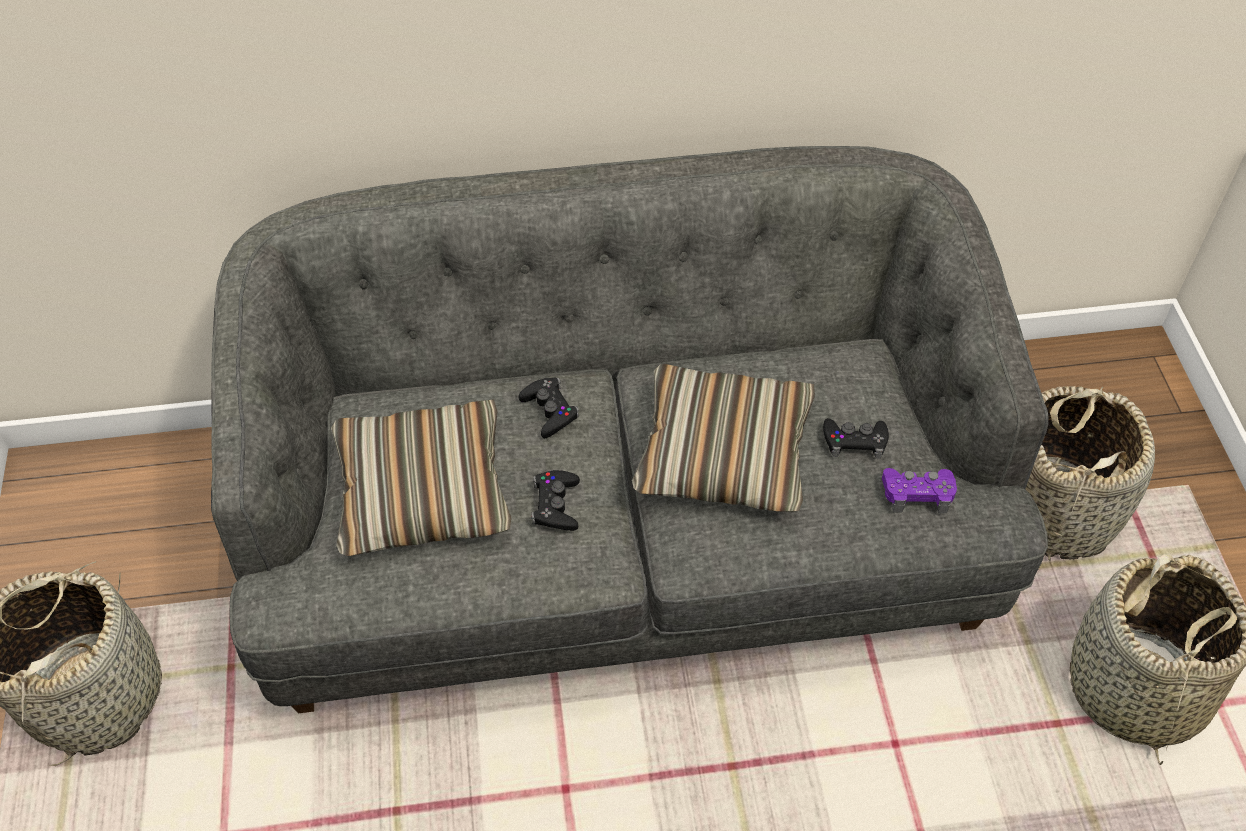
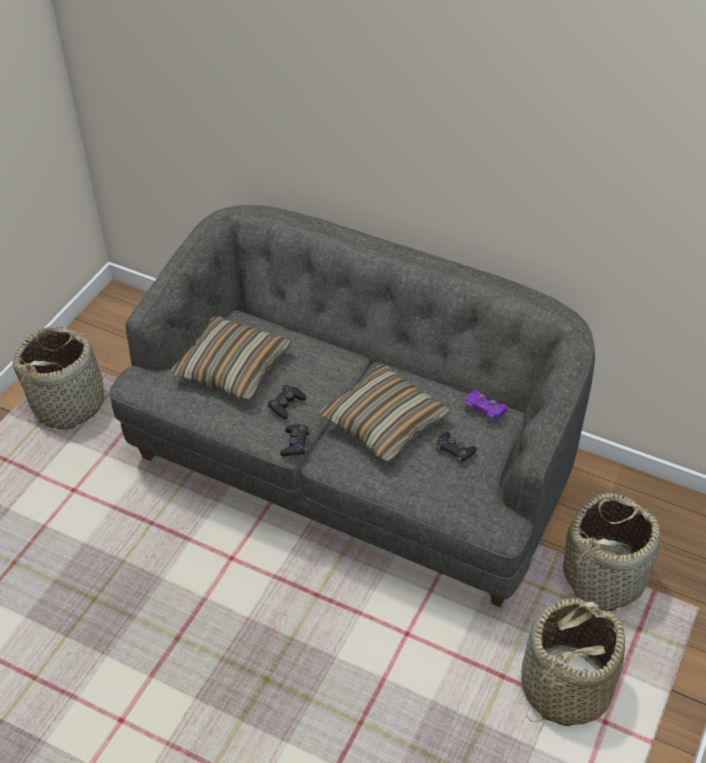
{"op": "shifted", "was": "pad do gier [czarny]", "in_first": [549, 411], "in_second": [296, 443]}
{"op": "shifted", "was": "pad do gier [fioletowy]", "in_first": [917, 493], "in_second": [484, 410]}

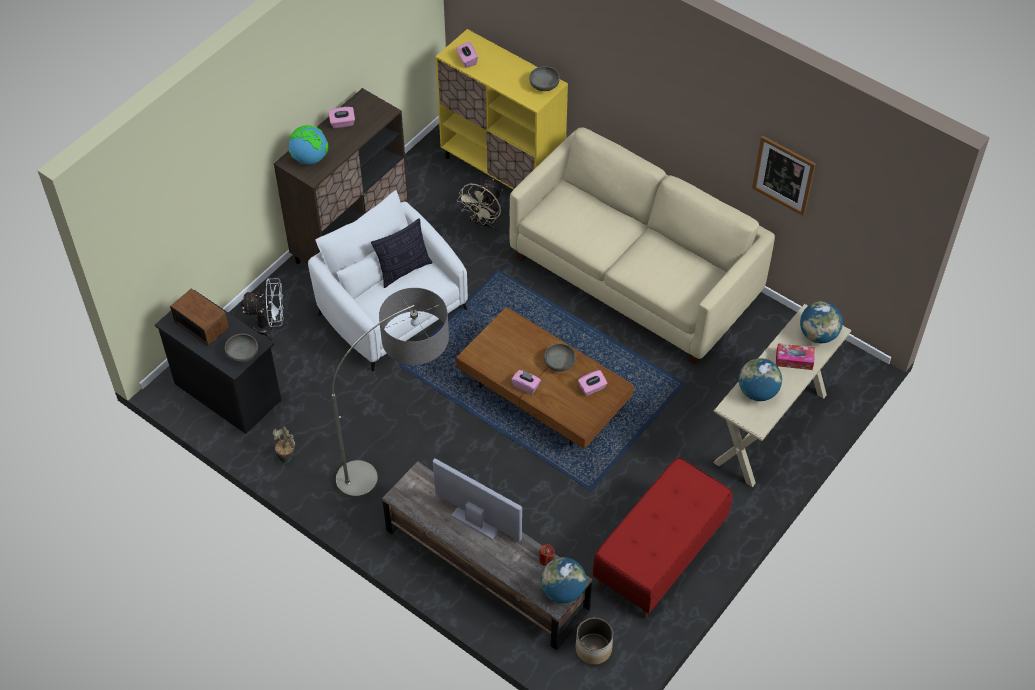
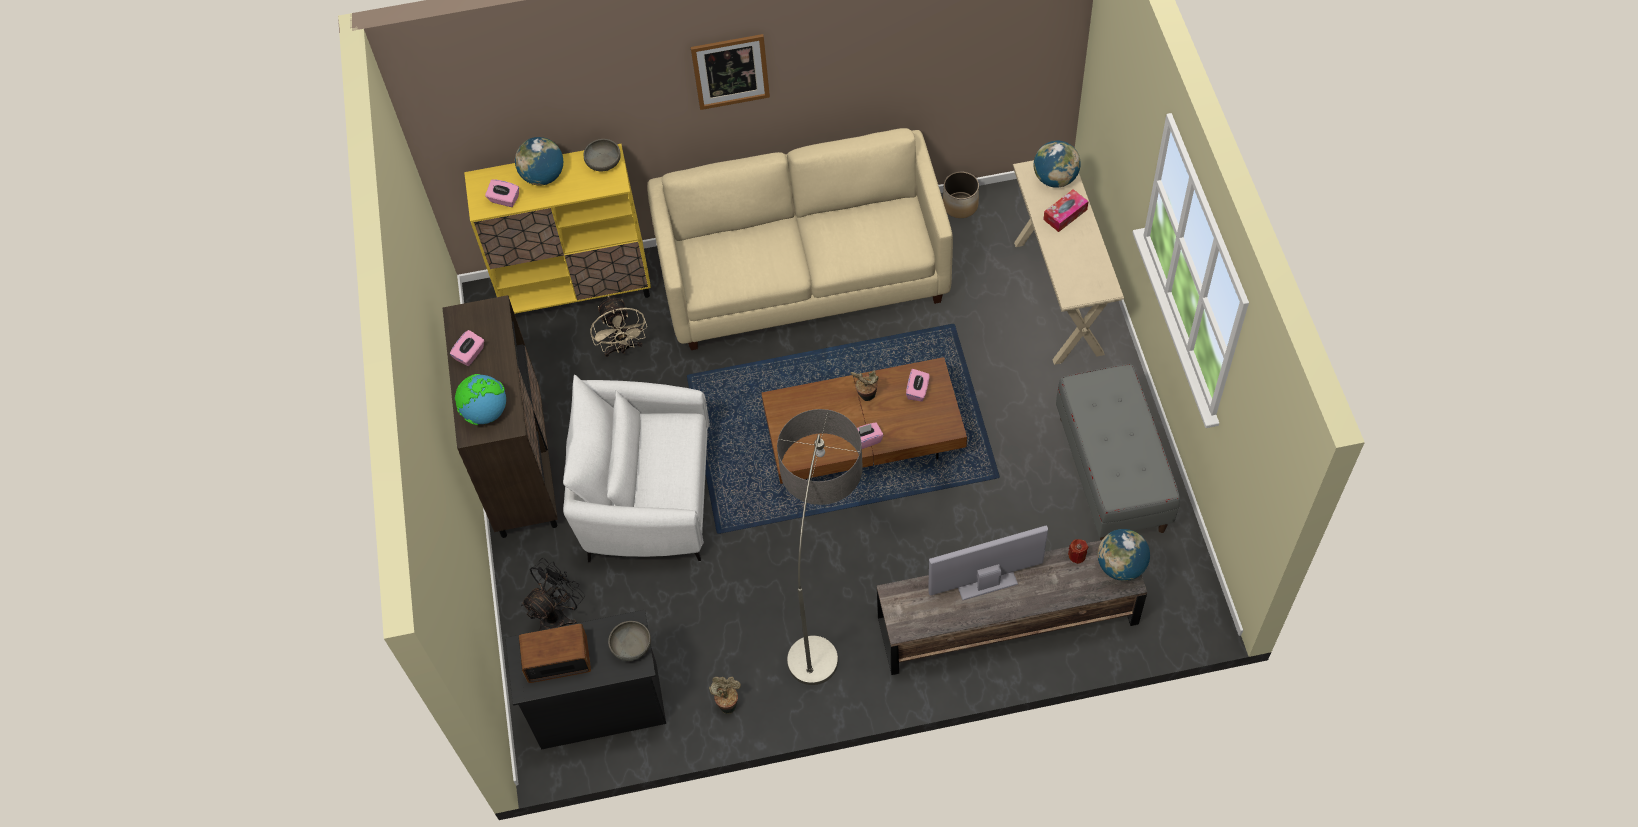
{"op": "gone", "was": "poduszka", "in_first": [404, 270]}
{"op": "shifted", "was": "donica", "in_first": [594, 648], "in_second": [960, 205]}
{"op": "shifted", "was": "globus", "in_first": [757, 392], "in_second": [543, 176]}
{"op": "shifted", "was": "obraz", "in_first": [783, 175], "in_second": [730, 71]}
{"op": "swapped", "was": "miska [szary]", "now": "roślina doniczkowa", "in_first": [559, 363], "in_second": [866, 396]}
{"op": "repainted", "was": "wentylator [biały]", "now": "wentylator [czarny]", "in_first": [269, 327], "in_second": [558, 615]}
{"op": "repainted", "was": "ławka [czerwony]", "now": "ławka [szary]", "in_first": [660, 555], "in_second": [1112, 473]}

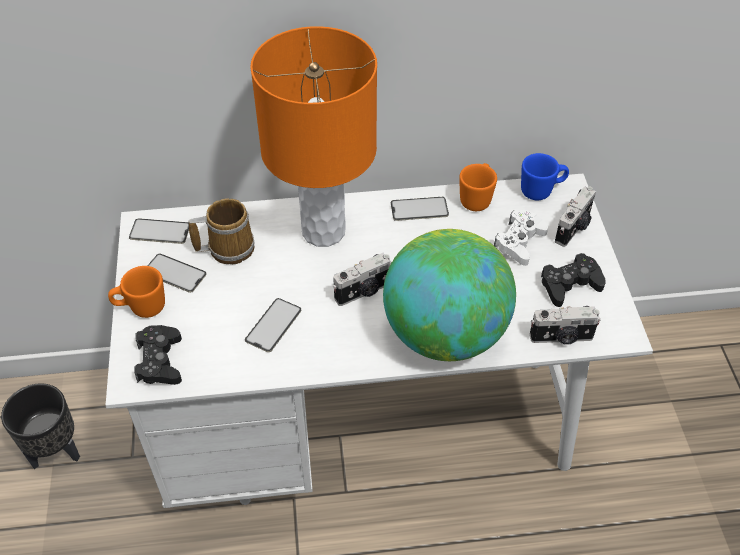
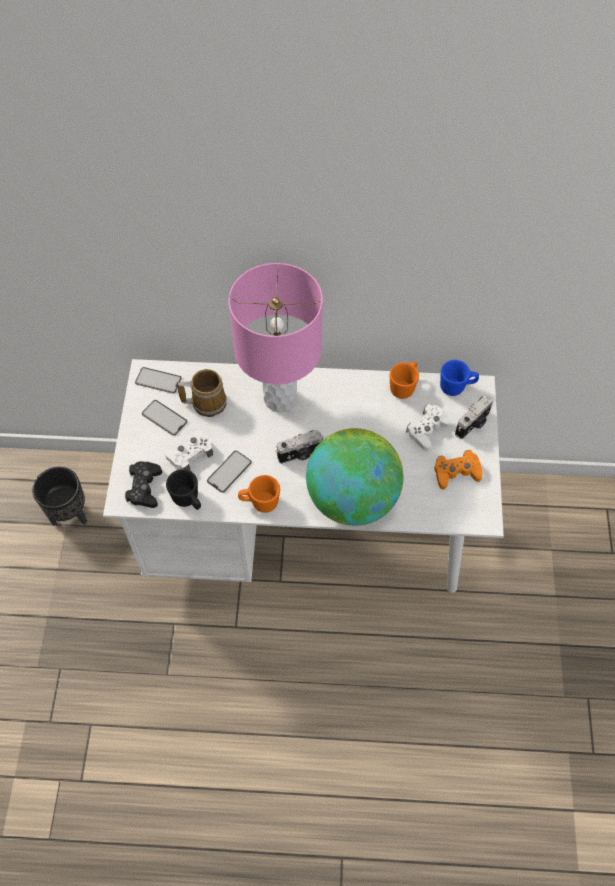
{"op": "gone", "was": "telefon", "in_first": [419, 209]}
{"op": "gone", "was": "aparat fotograficzny", "in_first": [561, 338]}
{"op": "new", "now": "pad do gier [biały]", "in_second": [190, 454]}
{"op": "new", "now": "kubek [czarny]", "in_second": [188, 500]}
{"op": "shifted", "was": "kubek [pomarańczowy]", "in_first": [141, 308], "in_second": [260, 502]}
{"op": "repainted", "was": "lampa stołowa [pomarańczowy]", "now": "lampa stołowa [różowy]", "in_first": [324, 231], "in_second": [281, 398]}
{"op": "repainted", "was": "pad do gier [czarny]", "now": "pad do gier [pomarańczowy]", "in_first": [570, 285], "in_second": [456, 472]}

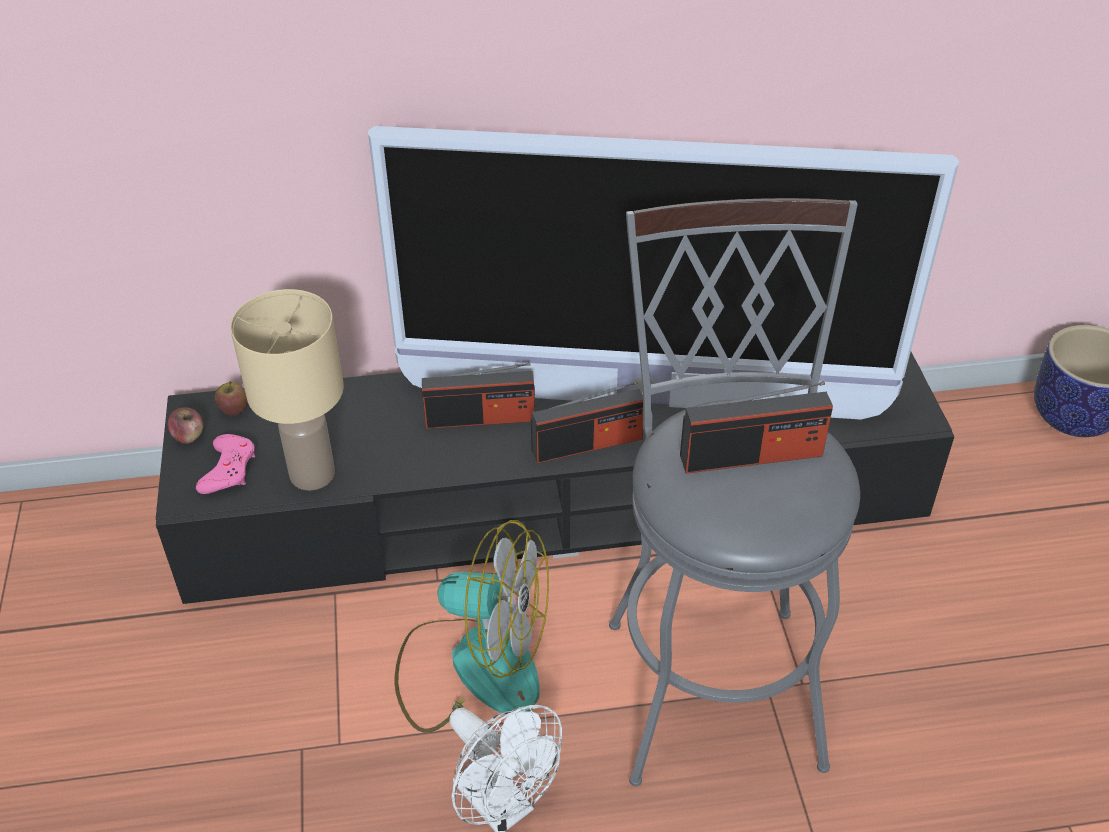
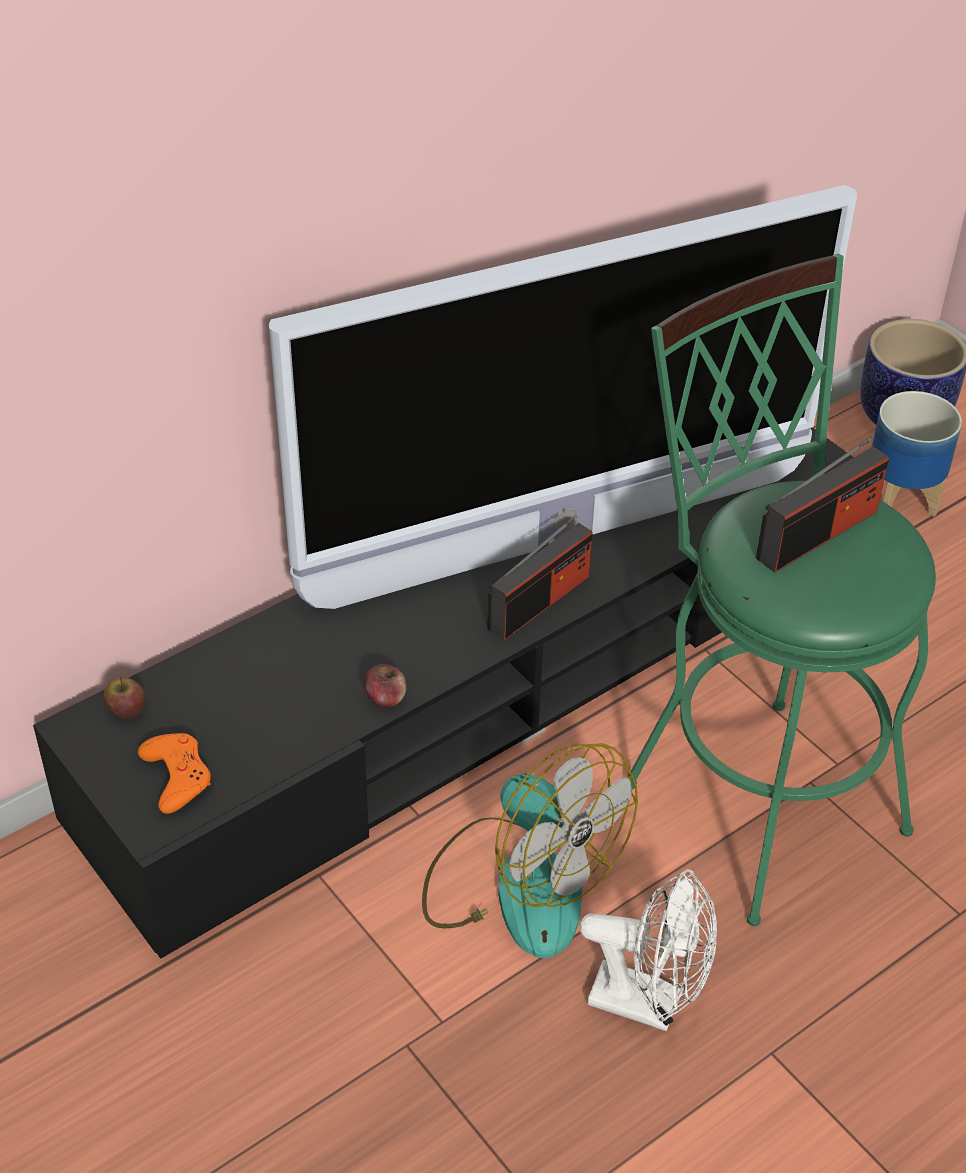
{"op": "gone", "was": "lampa stołowa [beżowy]", "in_first": [313, 473]}
{"op": "gone", "was": "radio", "in_first": [480, 418]}
{"op": "new", "now": "donica", "in_second": [901, 499]}
{"op": "shifted", "was": "jabłko", "in_first": [189, 436], "in_second": [386, 697]}
{"op": "repainted", "was": "pad do gier [różowy]", "now": "pad do gier [pomarańczowy]", "in_first": [228, 469], "in_second": [177, 776]}
{"op": "repainted", "was": "stołek [szary]", "now": "stołek [zielony]", "in_first": [711, 674], "in_second": [751, 791]}
{"op": "rotated", "was": "wentylator", "in_first": [473, 665], "in_second": [520, 883], "clockwise": 60}

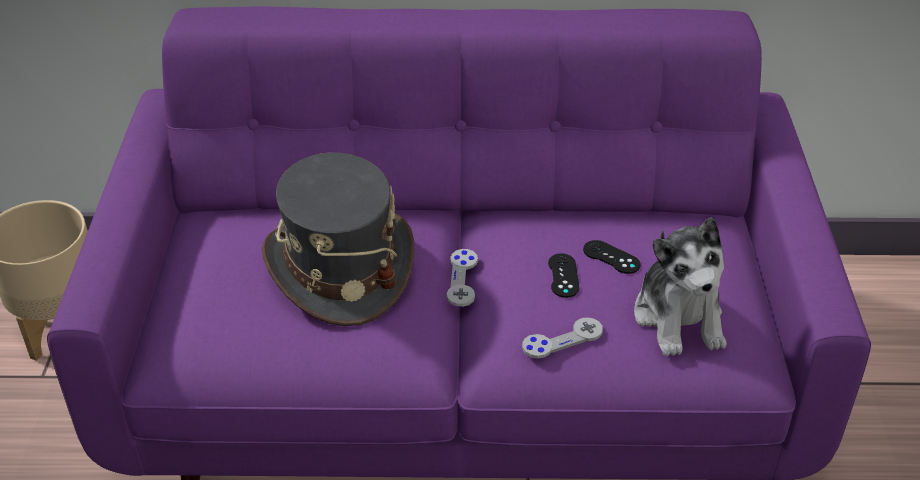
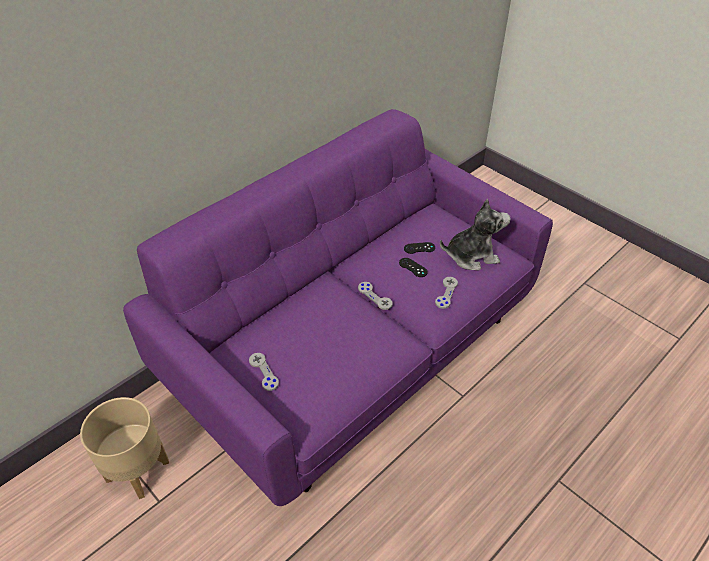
{"op": "gone", "was": "kapelusz [szary]", "in_first": [339, 268]}
{"op": "new", "now": "pad do gier [szary]", "in_second": [263, 372]}
{"op": "rotated", "was": "pluszak", "in_first": [679, 318], "in_second": [471, 256], "clockwise": -45}

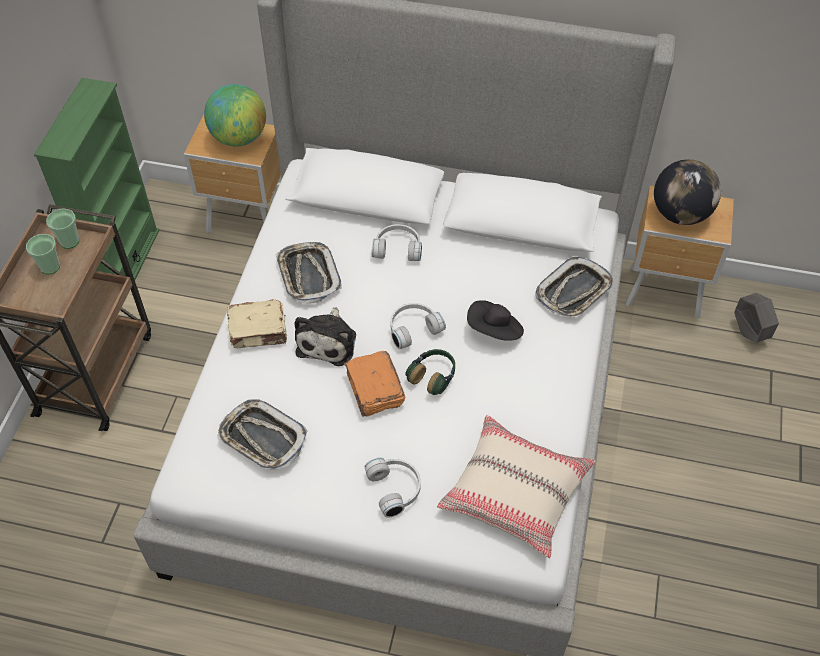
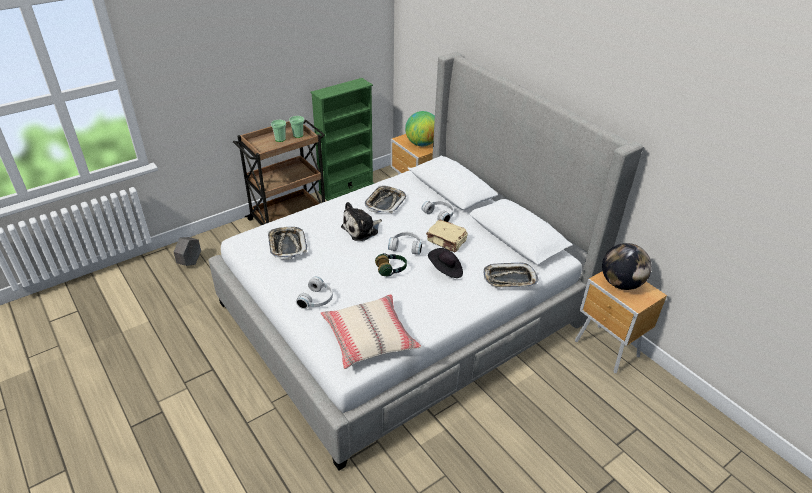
{"op": "gone", "was": "książka [pomarańczowy]", "in_first": [374, 390]}
{"op": "shifted", "was": "książka [beżowy]", "in_first": [259, 331], "in_second": [447, 241]}
{"op": "shifted", "was": "donica [szary]", "in_first": [749, 332], "in_second": [190, 263]}

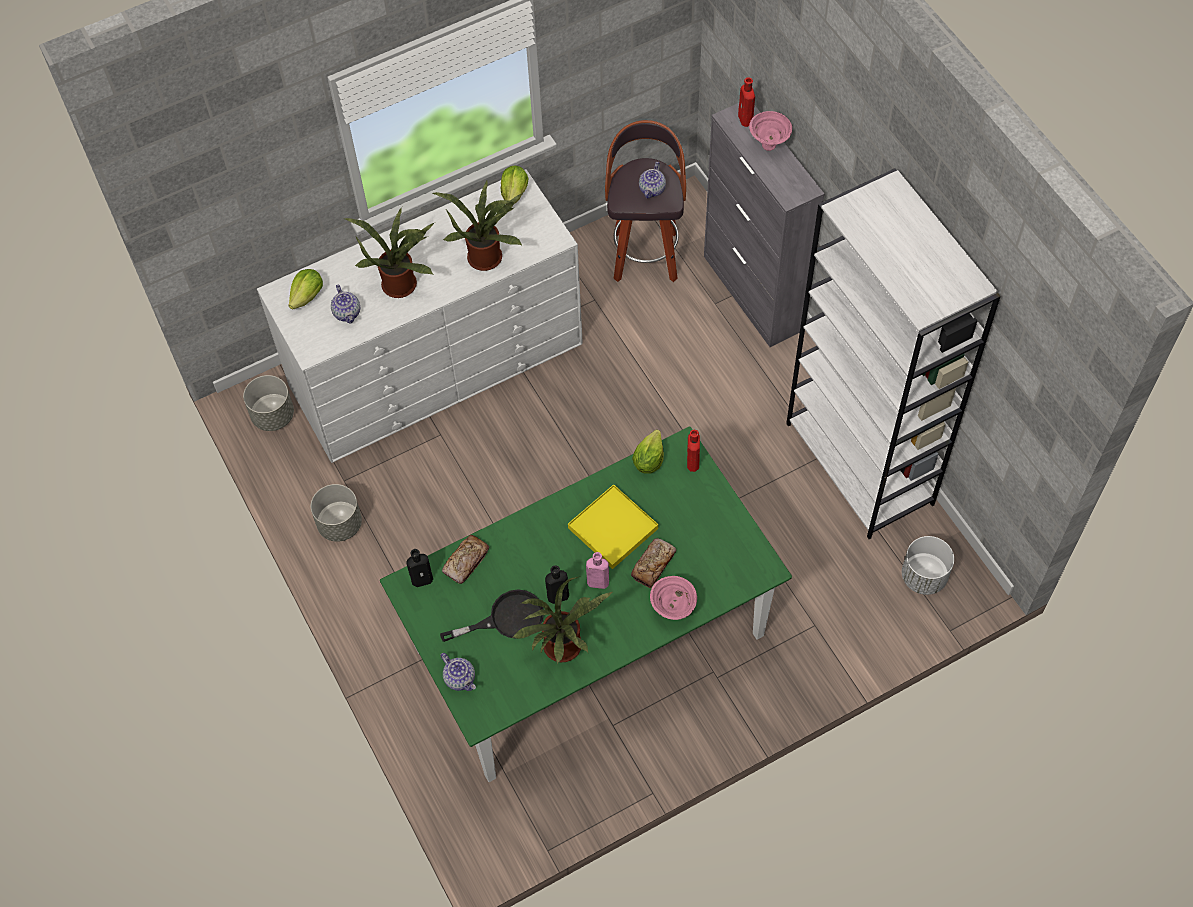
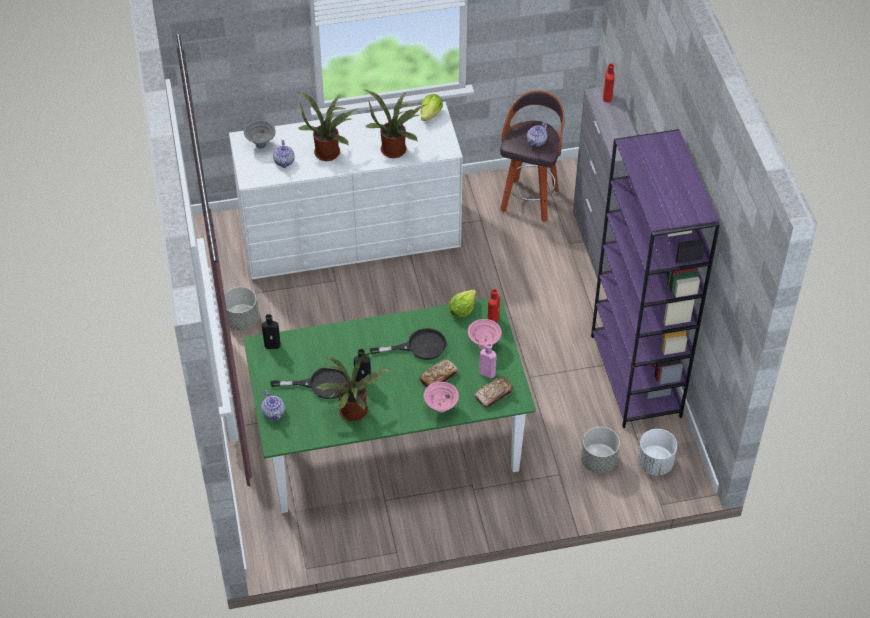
{"op": "shifted", "was": "donica [szary]", "in_first": [273, 415], "in_second": [598, 461]}
{"op": "shifted", "was": "chleb", "in_first": [466, 562], "in_second": [493, 394]}
{"op": "shifted", "was": "butelka [różowy]", "in_first": [596, 582], "in_second": [486, 373]}
{"op": "shifted", "was": "miska [różowy]", "in_first": [768, 144], "in_second": [483, 344]}
{"op": "swapped", "was": "sałata", "now": "miska [szary]", "in_first": [308, 296], "in_second": [261, 145]}
{"op": "swapped", "was": "taca [żółty]", "now": "patelnia [czarny]", "in_first": [613, 528], "in_second": [419, 346]}
{"op": "repainted", "was": "regał [biały]", "now": "regał [fioletowy]", "in_first": [860, 464], "in_second": [636, 376]}

